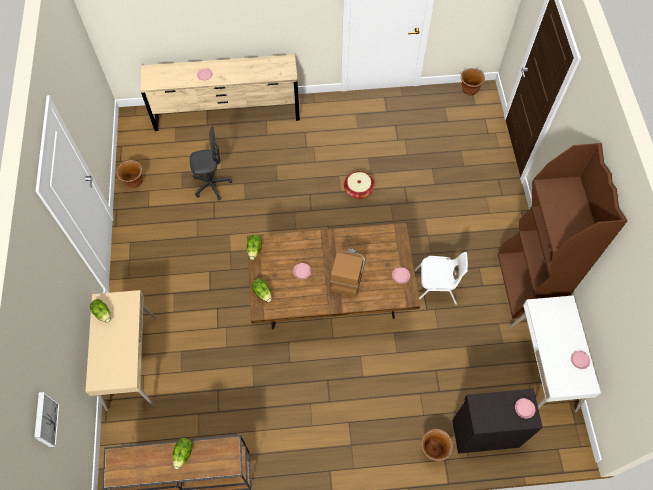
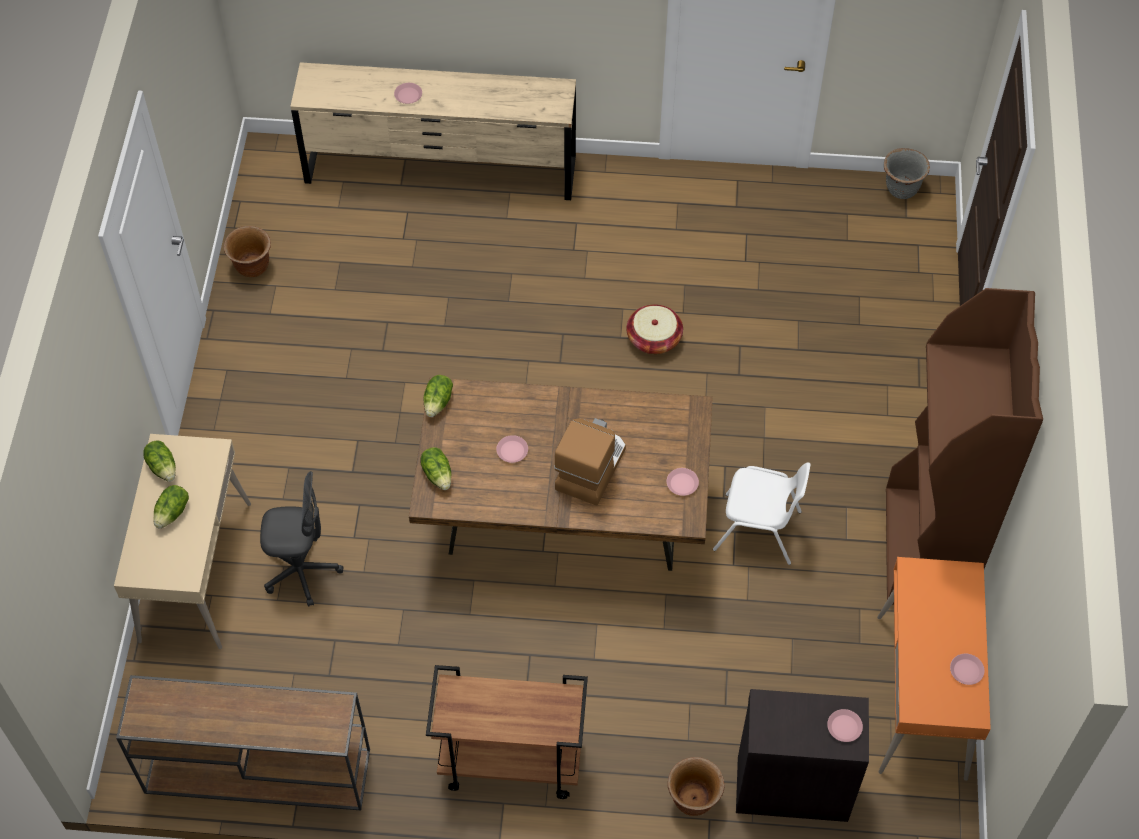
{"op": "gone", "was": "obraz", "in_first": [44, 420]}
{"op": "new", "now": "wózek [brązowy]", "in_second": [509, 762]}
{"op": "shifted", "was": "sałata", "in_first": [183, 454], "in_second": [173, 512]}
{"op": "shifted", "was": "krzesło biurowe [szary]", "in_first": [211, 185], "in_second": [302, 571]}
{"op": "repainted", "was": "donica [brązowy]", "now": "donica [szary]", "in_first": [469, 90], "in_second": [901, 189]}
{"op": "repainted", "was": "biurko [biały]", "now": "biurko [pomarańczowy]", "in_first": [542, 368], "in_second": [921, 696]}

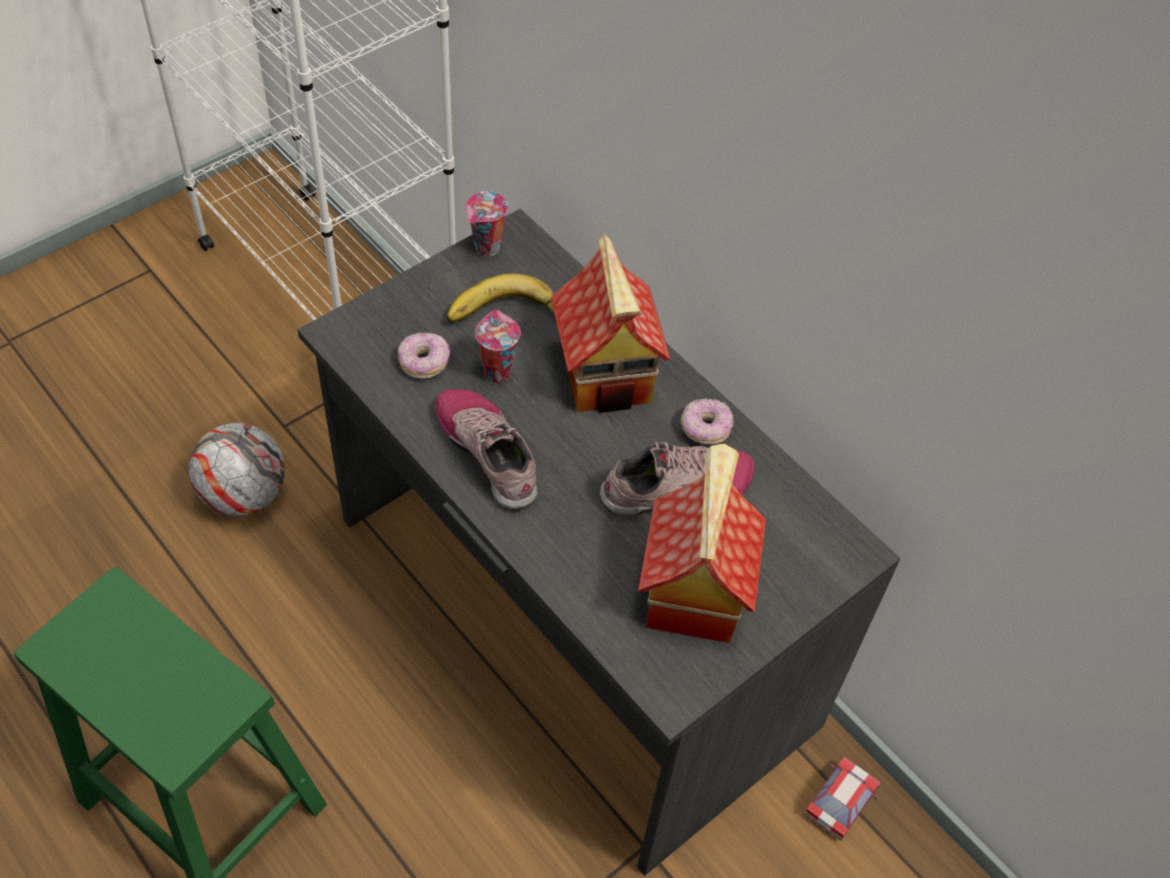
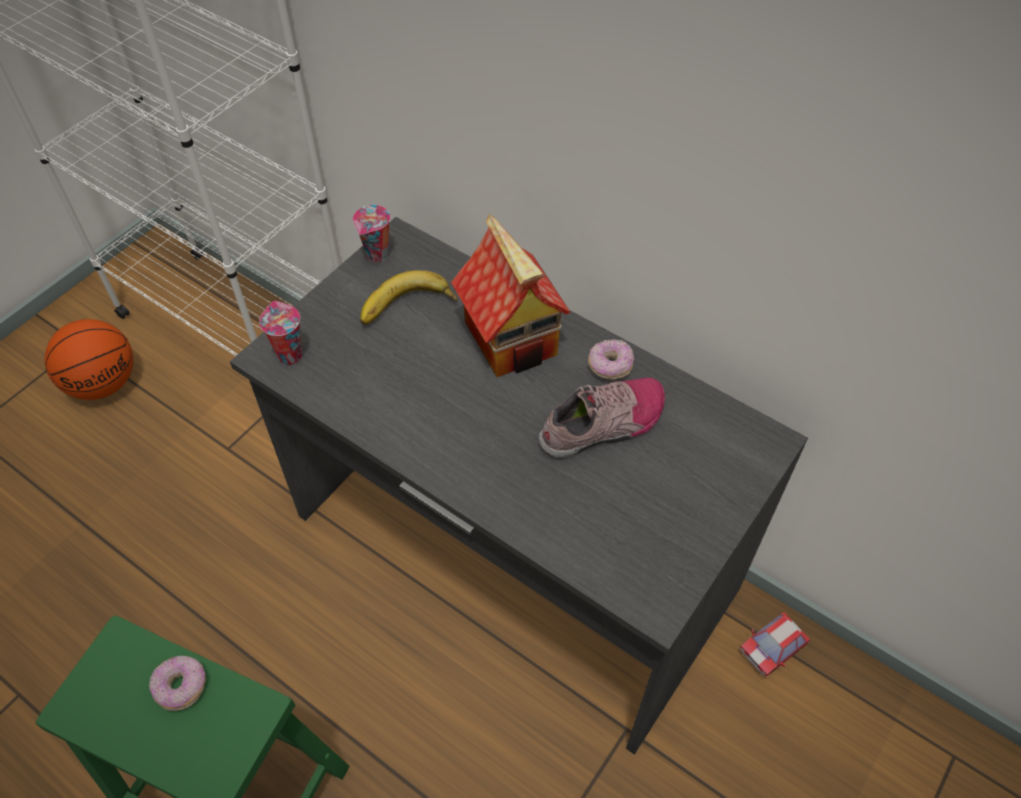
{"op": "gone", "was": "piłka futbolowa", "in_first": [244, 494]}
{"op": "gone", "was": "but", "in_first": [489, 452]}
{"op": "gone", "was": "domek", "in_first": [692, 590]}
{"op": "new", "now": "piłka do koszykówki", "in_second": [104, 383]}
{"op": "shifted", "was": "donut", "in_first": [424, 362], "in_second": [181, 686]}
{"op": "shifted", "was": "filiżanka", "in_first": [496, 370], "in_second": [289, 354]}
{"op": "rotated", "was": "samochodzik", "in_first": [839, 803], "in_second": [772, 649], "clockwise": -150}

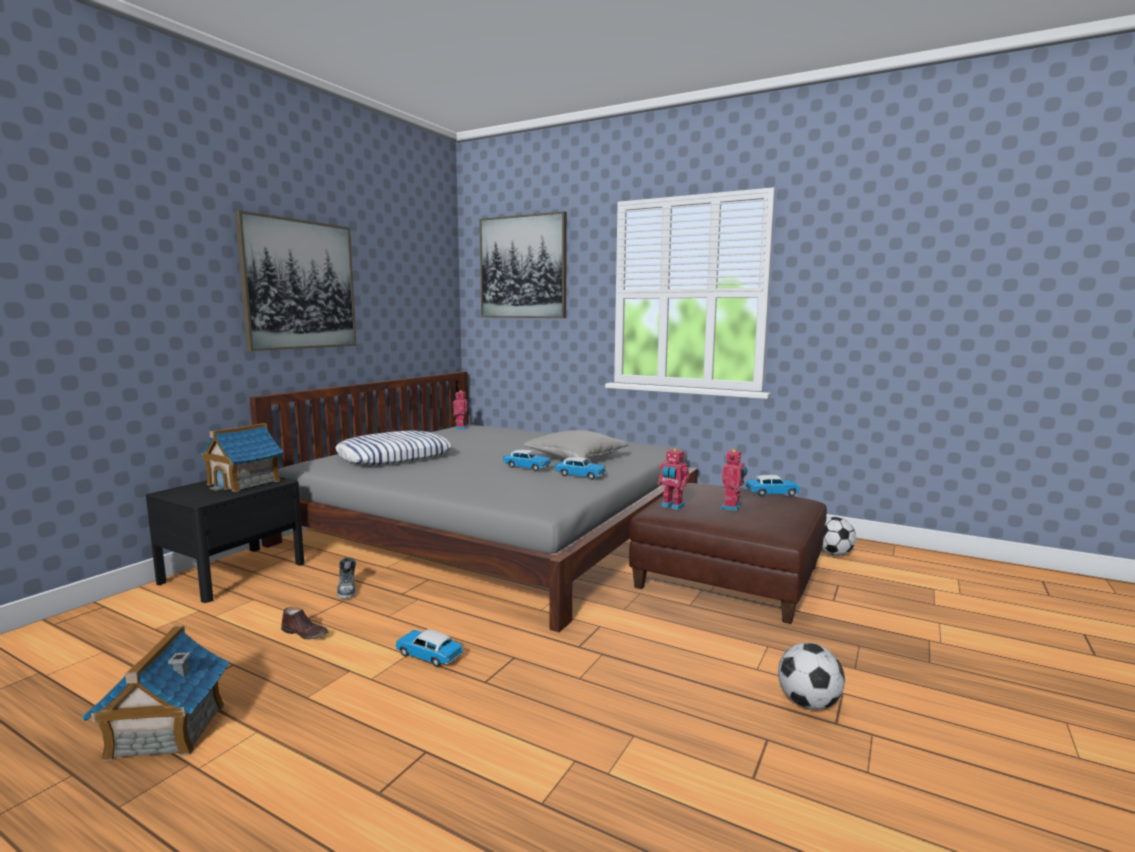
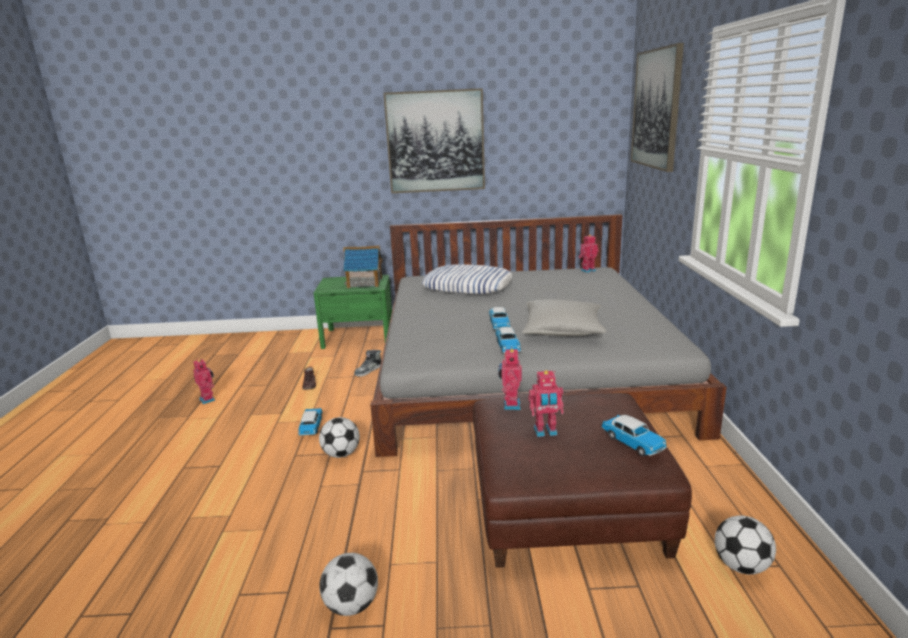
{"op": "new", "now": "piłka futbolowa", "in_second": [341, 454]}
{"op": "swapped", "was": "domek", "now": "robot zabawkowy", "in_first": [166, 732], "in_second": [208, 399]}
{"op": "repainted", "was": "szafka nocna [czarny]", "now": "szafka nocna [zielony]", "in_first": [233, 573], "in_second": [358, 337]}

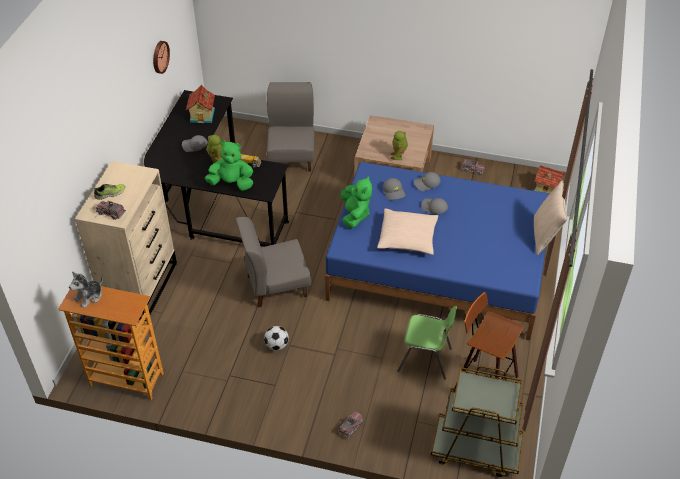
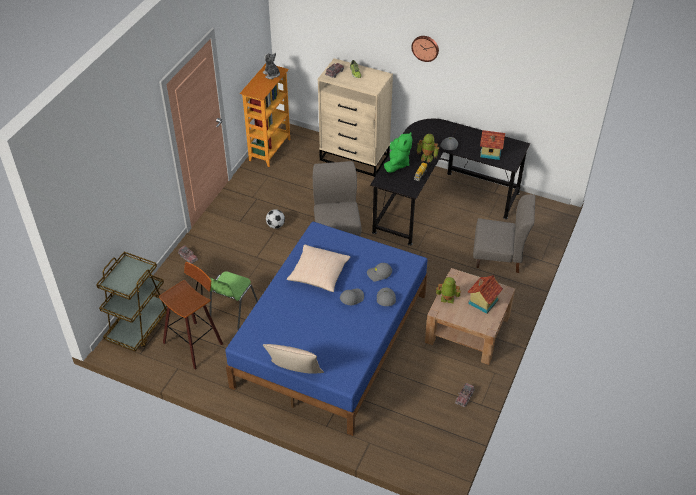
{"op": "gone", "was": "pluszak [zielony]", "in_first": [355, 215]}
{"op": "shifted", "was": "zegar ścienny", "in_first": [159, 57], "in_second": [425, 48]}
{"op": "shifted", "was": "domek", "in_first": [547, 190], "in_second": [482, 301]}

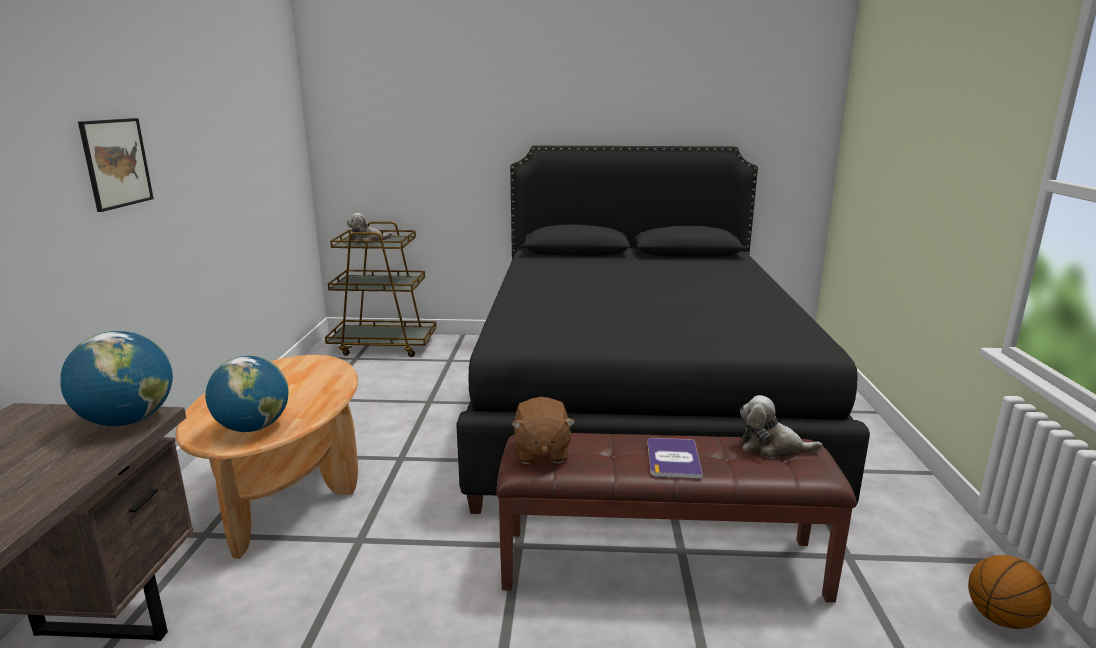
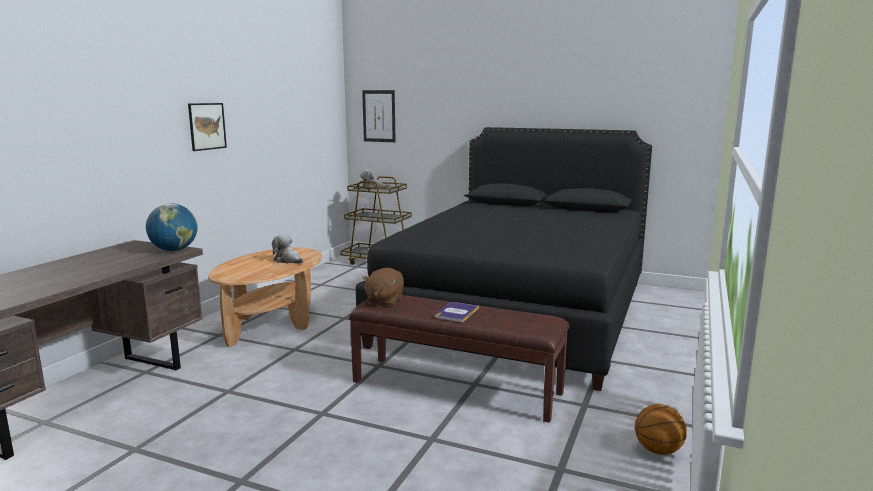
{"op": "gone", "was": "globus", "in_first": [253, 427]}
{"op": "new", "now": "obraz", "in_second": [379, 116]}
{"op": "shifted", "was": "pluszak", "in_first": [772, 447], "in_second": [288, 261]}

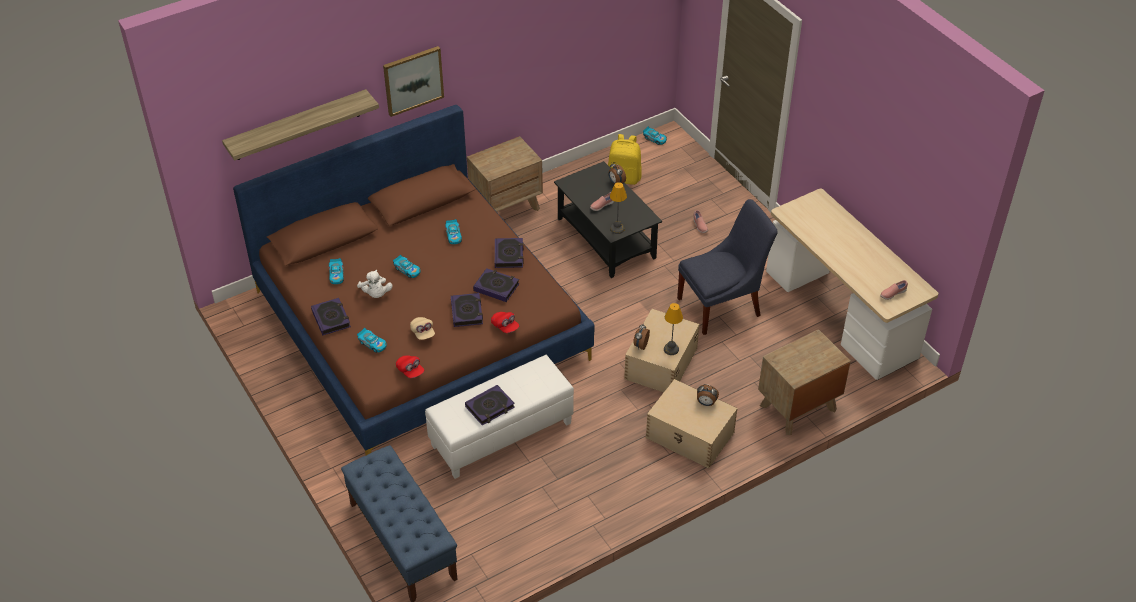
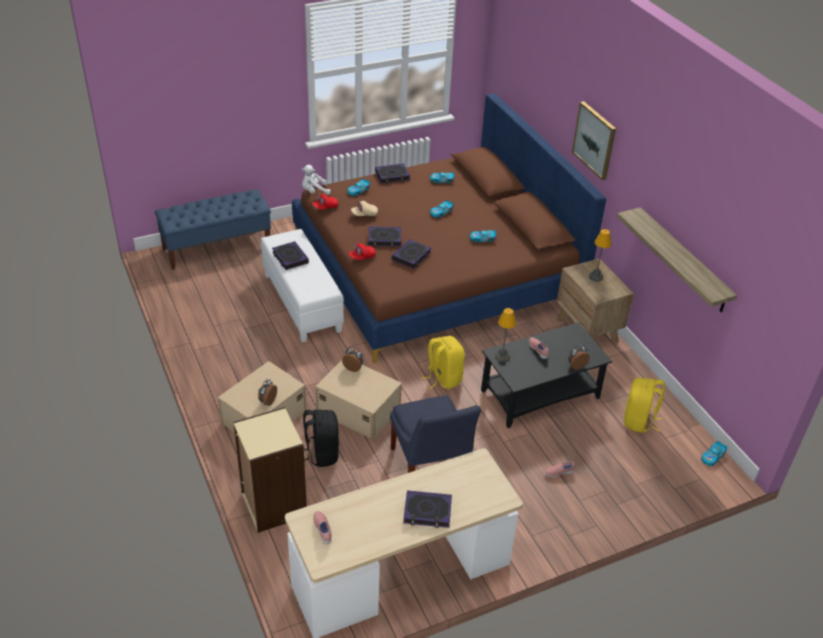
{"op": "new", "now": "plecak [czarny]", "in_second": [321, 453]}
{"op": "new", "now": "plecak [żółty]", "in_second": [443, 378]}
{"op": "shifted", "was": "półka", "in_first": [297, 125], "in_second": [683, 260]}
{"op": "shifted", "was": "pluszak [biały]", "in_first": [376, 294], "in_second": [314, 191]}
{"op": "shifted", "was": "książka", "in_first": [509, 255], "in_second": [427, 512]}
{"op": "shifted", "was": "lampa stołowa", "in_first": [670, 349], "in_second": [595, 277]}
{"op": "swapped", "was": "szafka nocna [brązowy]", "now": "regał [beżowy]", "in_first": [797, 407], "in_second": [273, 505]}

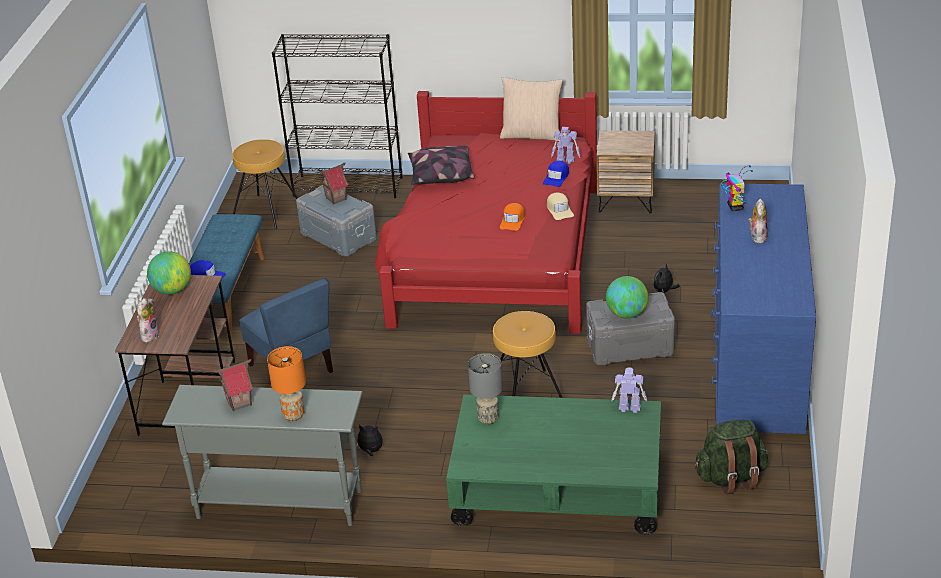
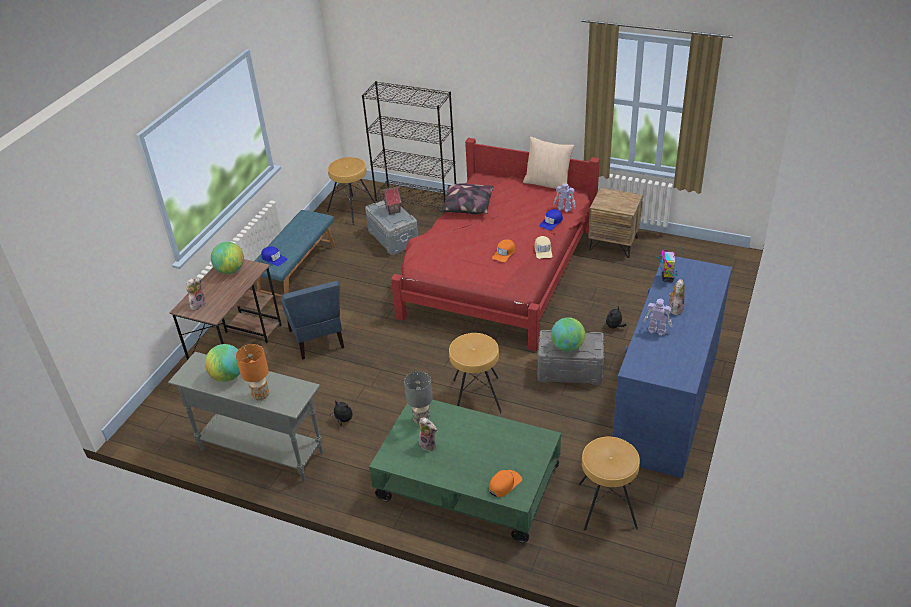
{"op": "new", "now": "pluszak", "in_second": [429, 444]}
{"op": "new", "now": "czapka z daszkiem [pomarańczowy]", "in_second": [504, 484]}
{"op": "shifted", "was": "robot zabawkowy", "in_first": [629, 407], "in_second": [656, 330]}
{"op": "swapped", "was": "domek", "now": "globus", "in_first": [239, 403], "in_second": [228, 376]}
{"op": "swapped", "was": "plecak [zielony]", "now": "stołek [brązowy]", "in_first": [731, 478], "in_second": [606, 506]}

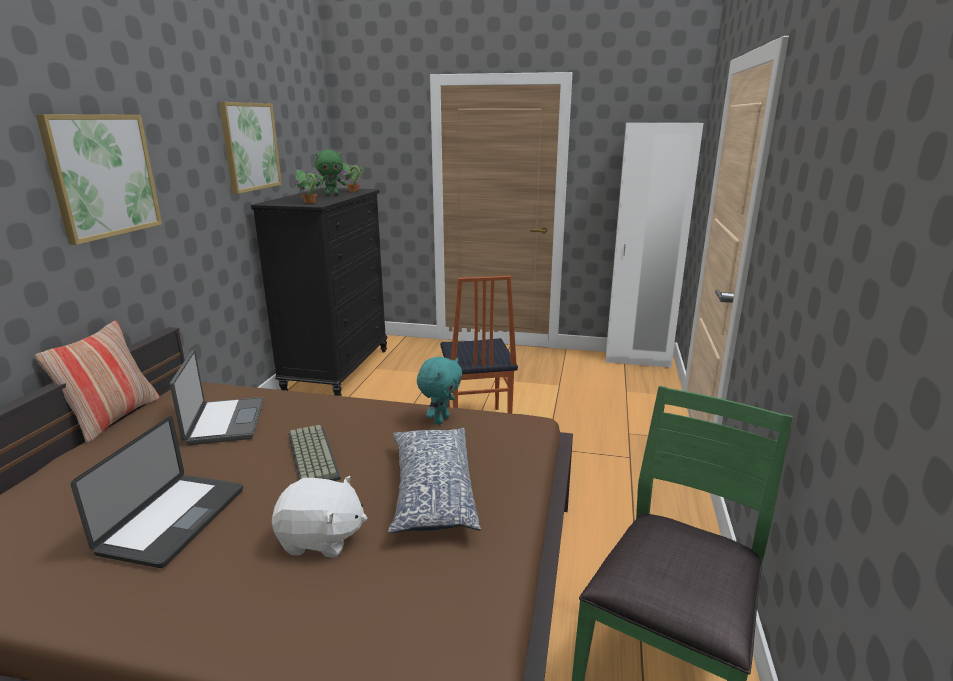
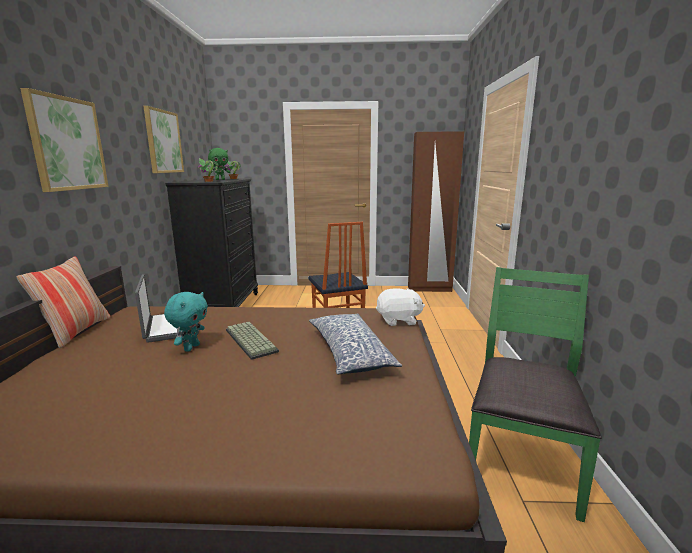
{"op": "gone", "was": "laptop", "in_first": [174, 520]}
{"op": "shifted", "was": "pluszak [biały]", "in_first": [321, 539], "in_second": [398, 320]}
{"op": "shifted", "was": "pluszak [turkusowy]", "in_first": [440, 420], "in_second": [191, 347]}
{"op": "repainted", "was": "szafa [biały]", "now": "szafa [brązowy]", "in_first": [637, 360], "in_second": [429, 289]}

